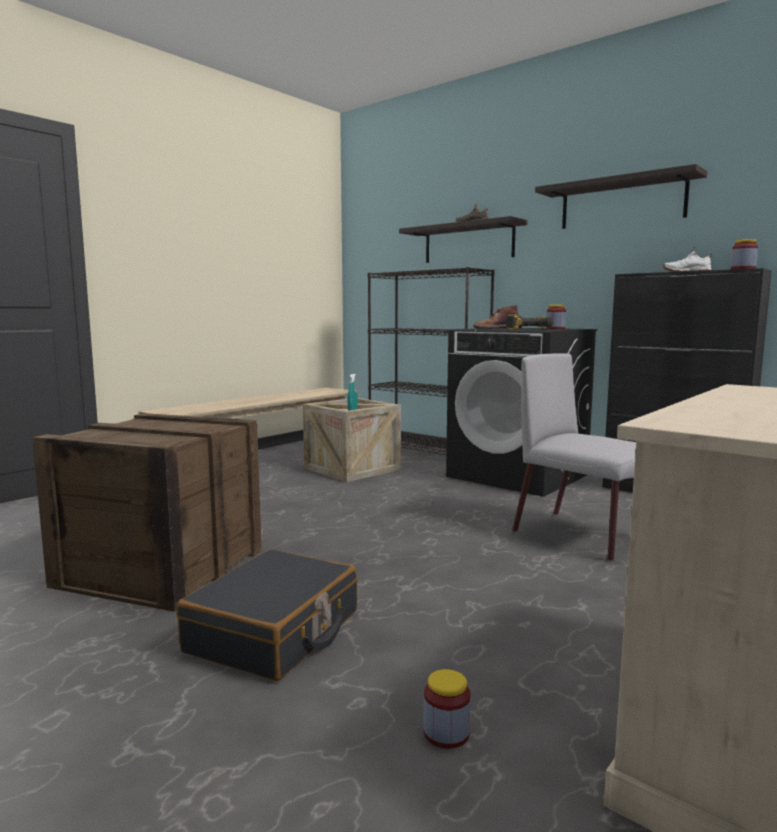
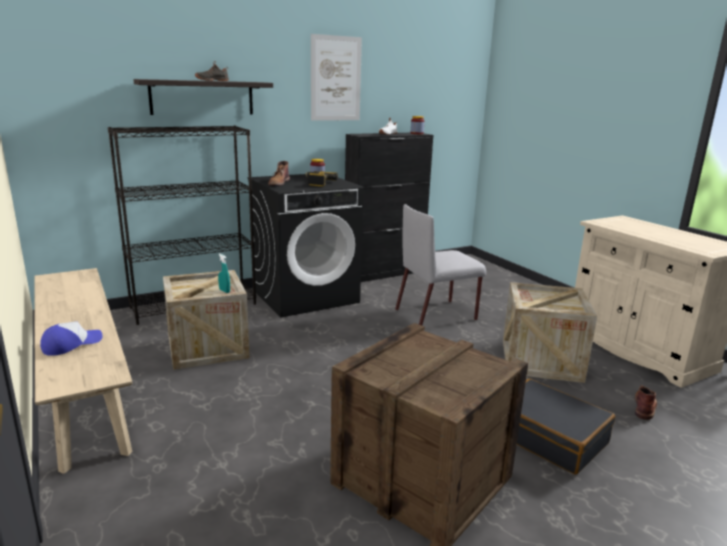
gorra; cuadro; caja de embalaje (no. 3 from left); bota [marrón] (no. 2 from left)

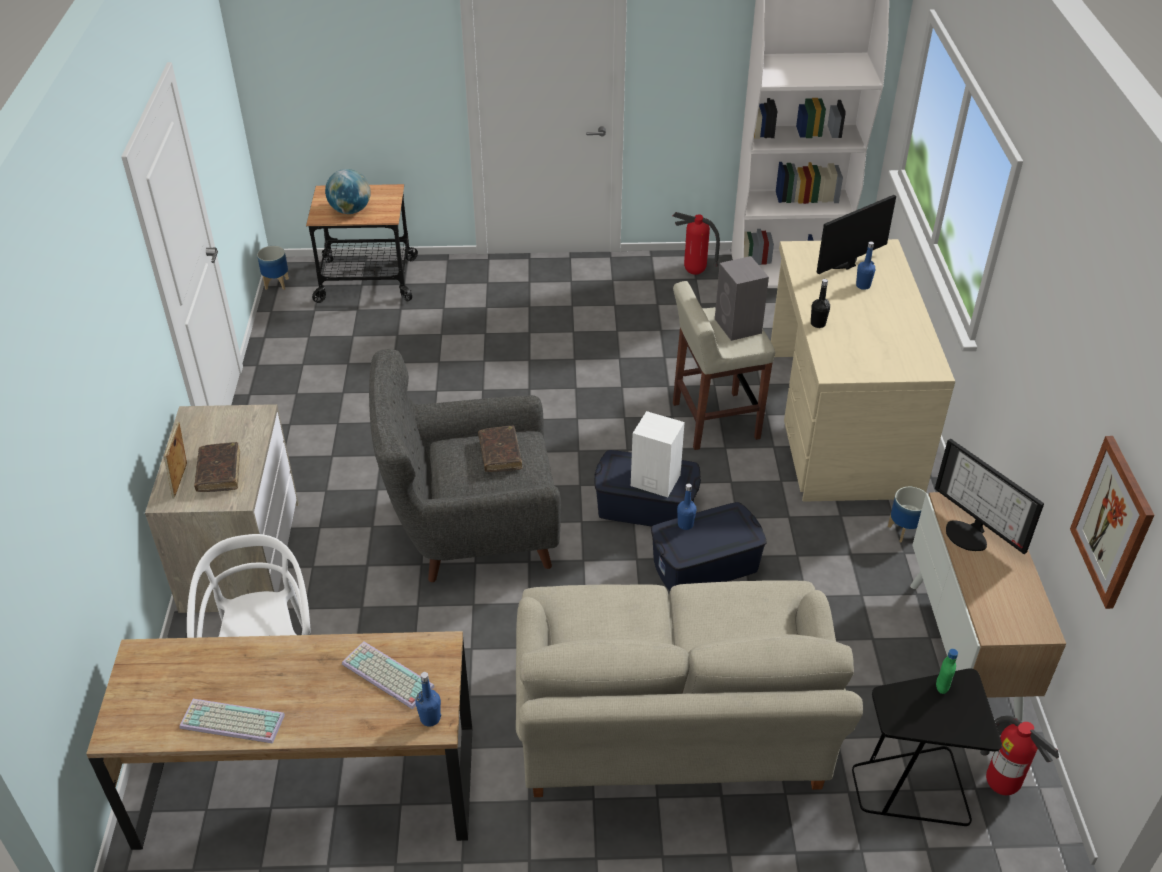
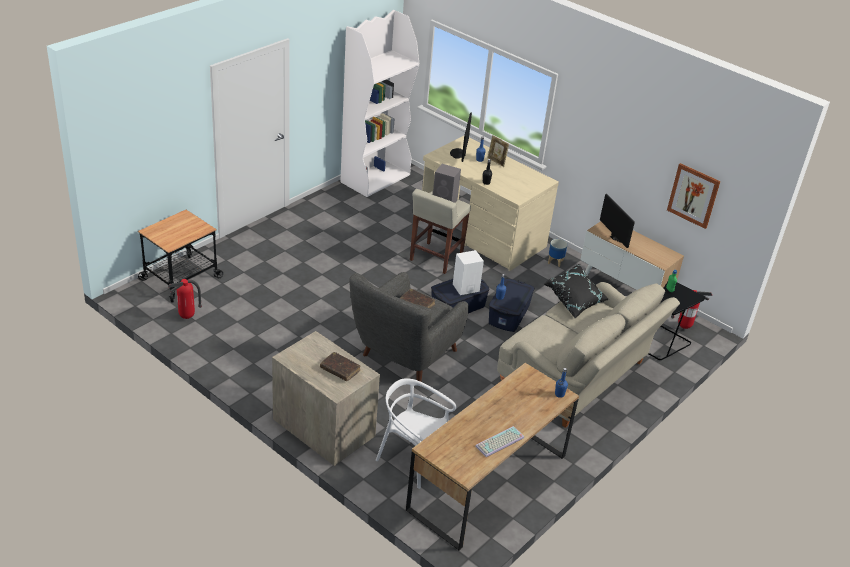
extintor (no. 1 from left); portarretratos; cojín [negro]; monitor (no. 2 from left); maceta (no. 1 from left in the first image); globo terráqueo; teclado (no. 2 from left in the first image)

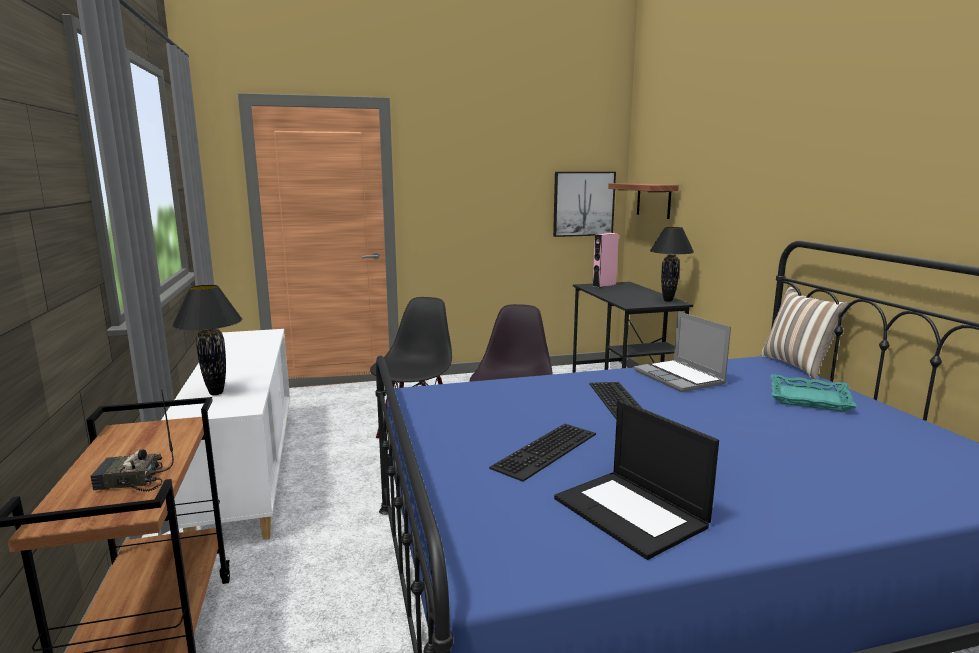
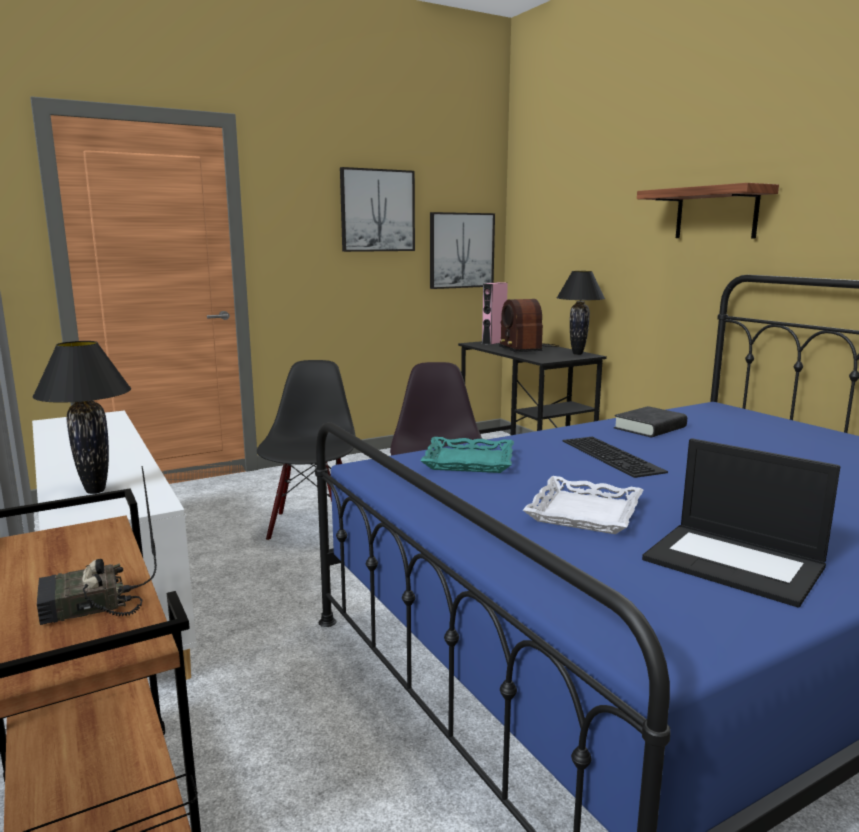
cuadro (no. 1 from left); bandeja [turquesa]; radio (no. 2 from left); bandeja [blanco]; libro [negro]; estante; cojín

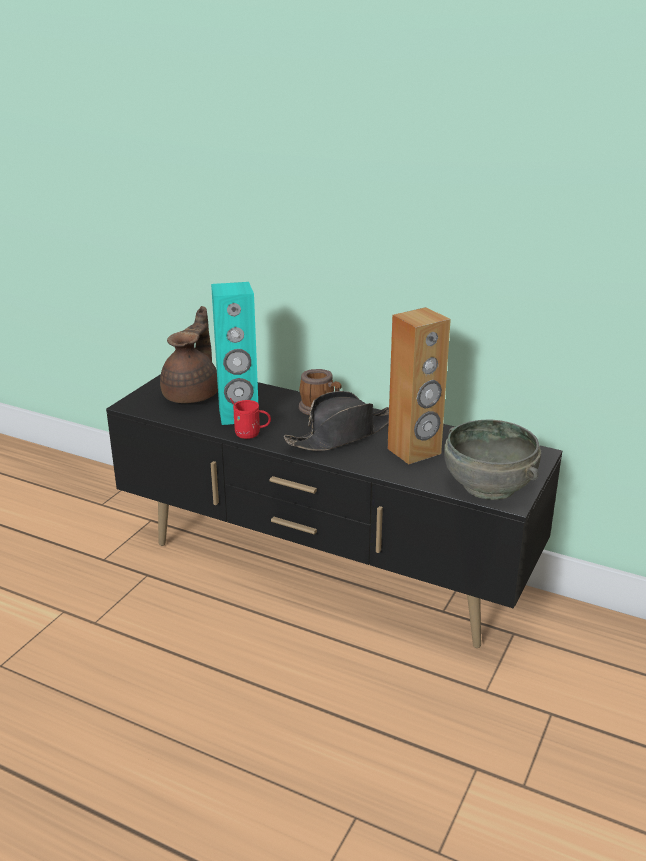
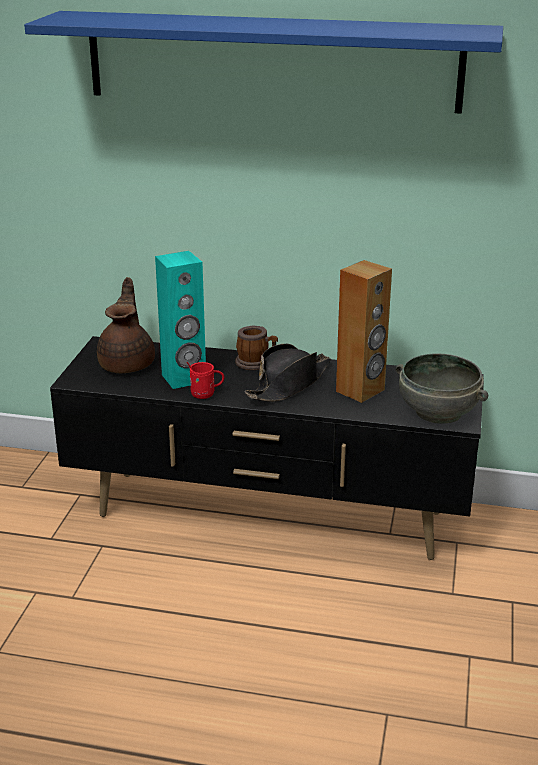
estante [azul]

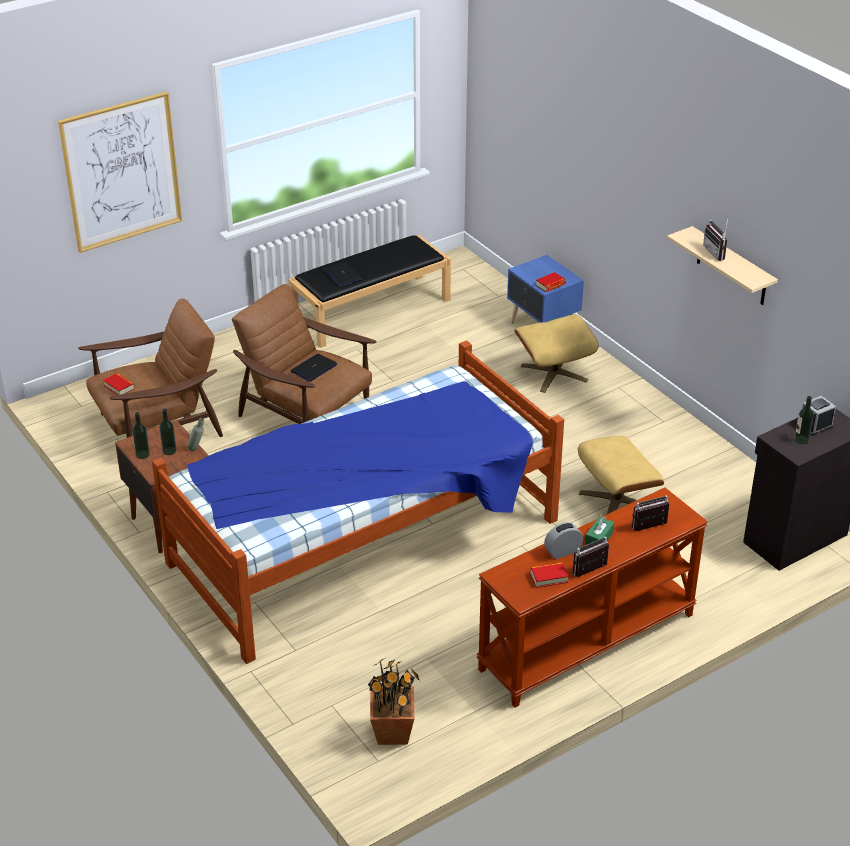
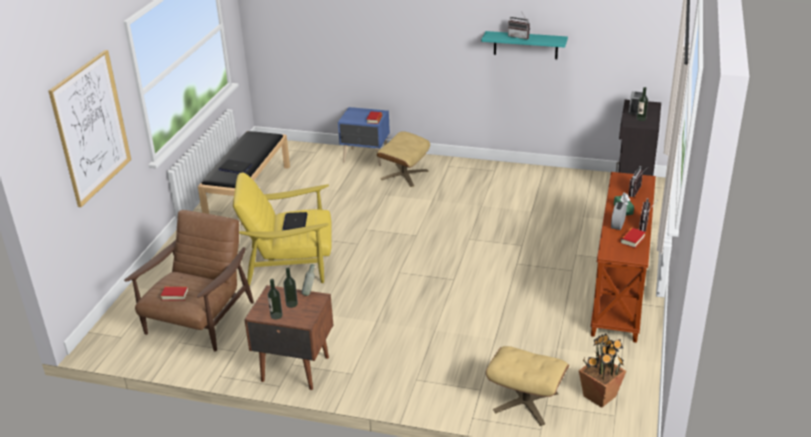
sillón [amarillo]; estante [turquesa]; puf [beis] (no. 2 from left); cama

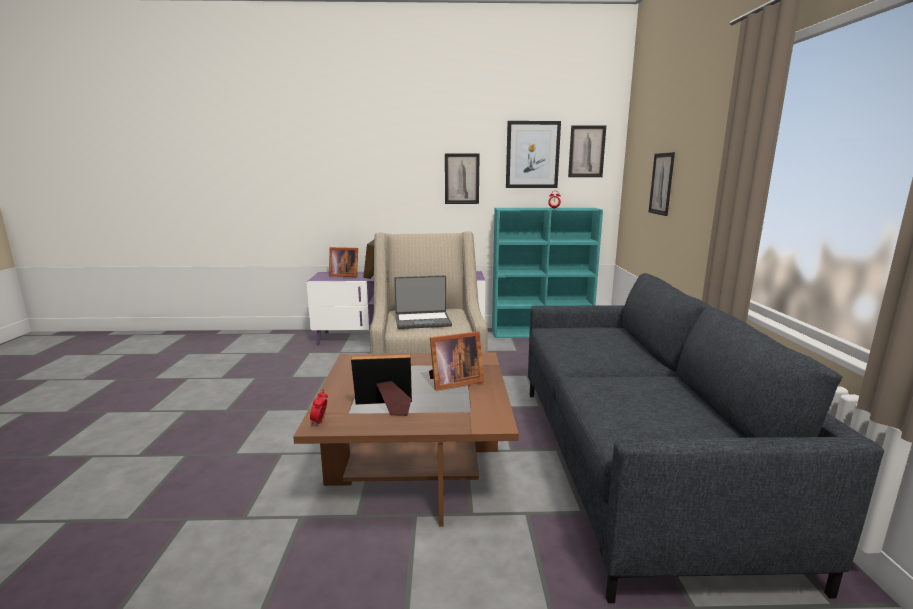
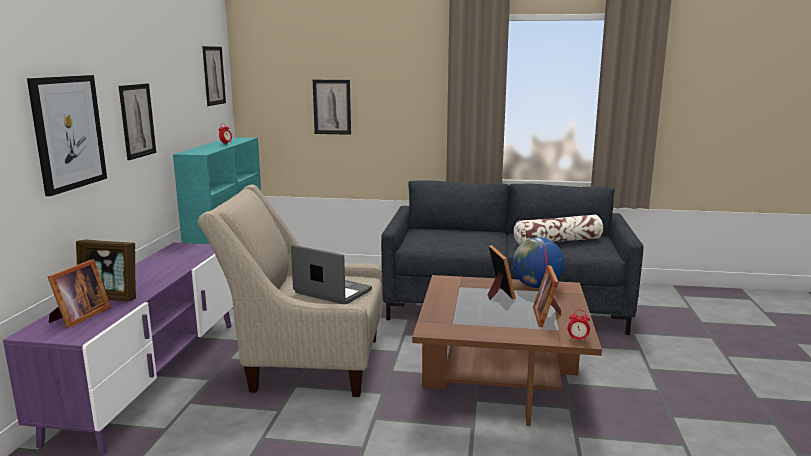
cuadro (no. 1 from left); portátil; globo terráqueo; cojín

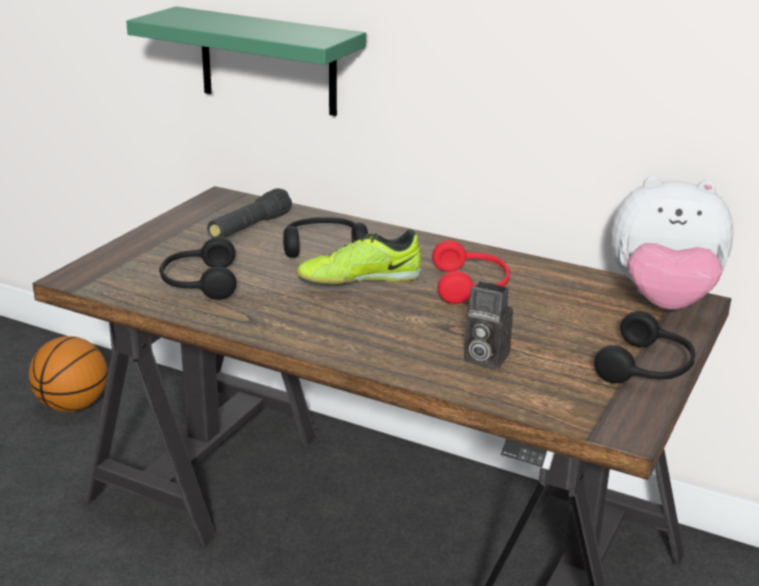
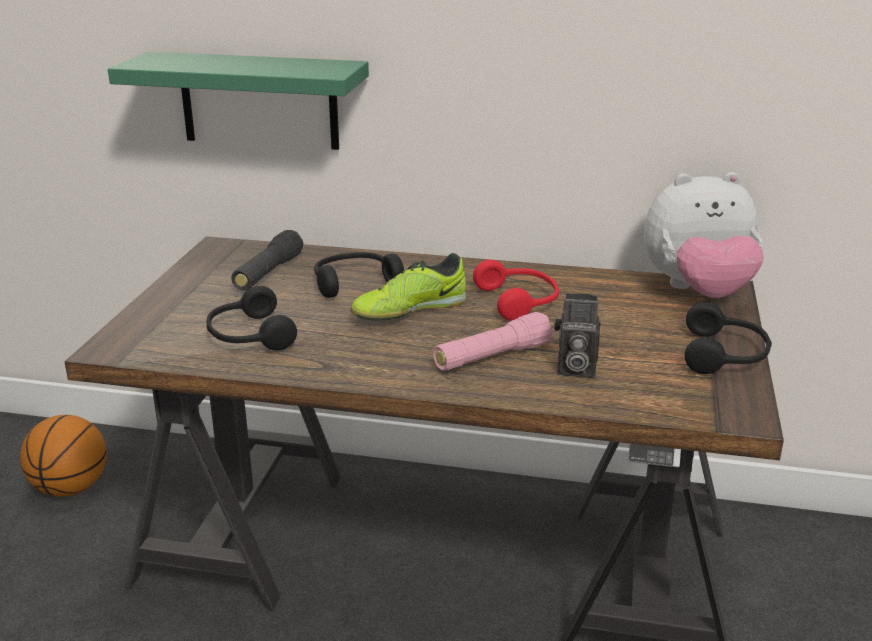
linterna [rosa]

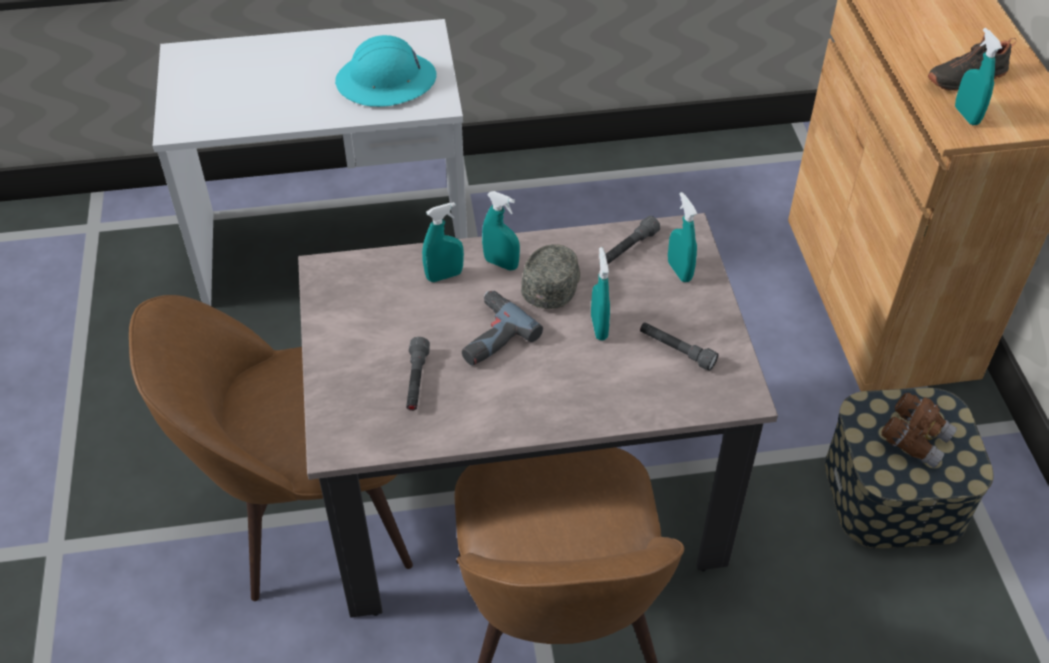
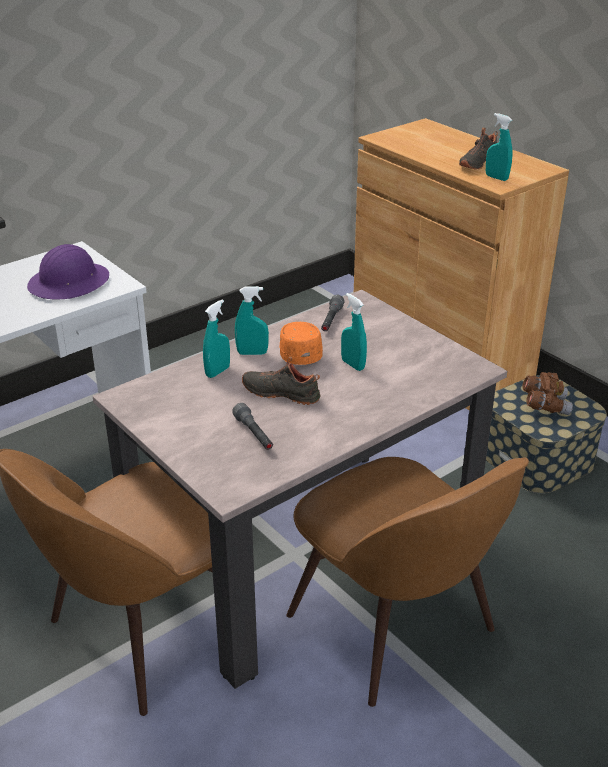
casco [morado]; zapato [negro] (no. 1 from left); gorra [naranja]; linterna [gris] (no. 3 from left in the first image); pulverizador [turquesa] (no. 4 from left in the first image)

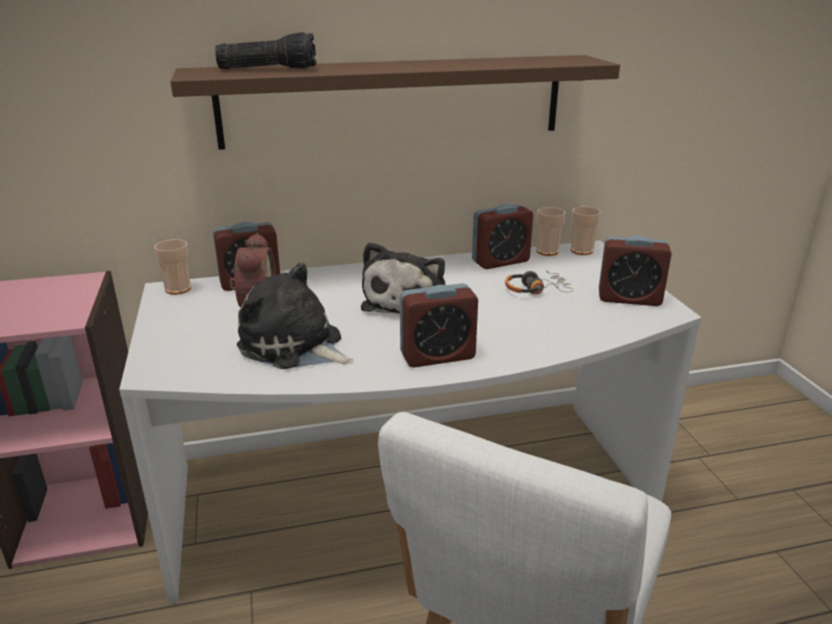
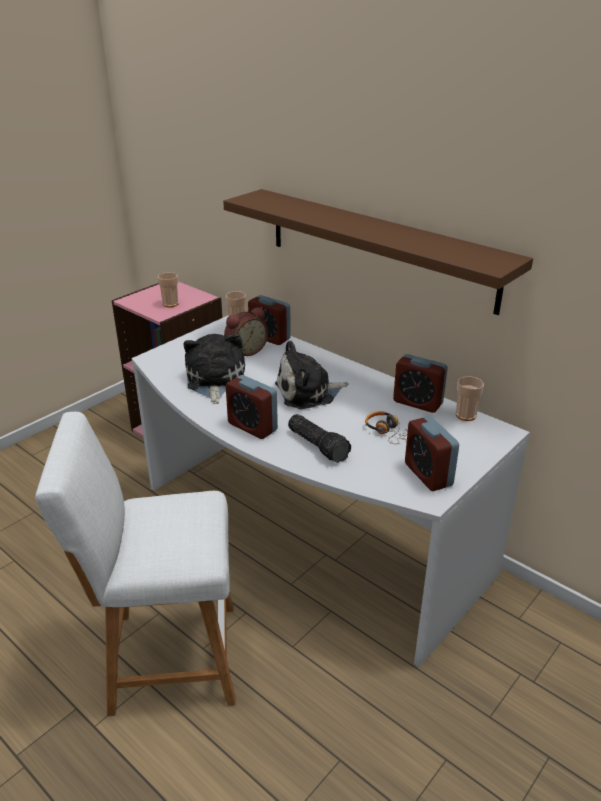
taza (no. 1 from left); linterna

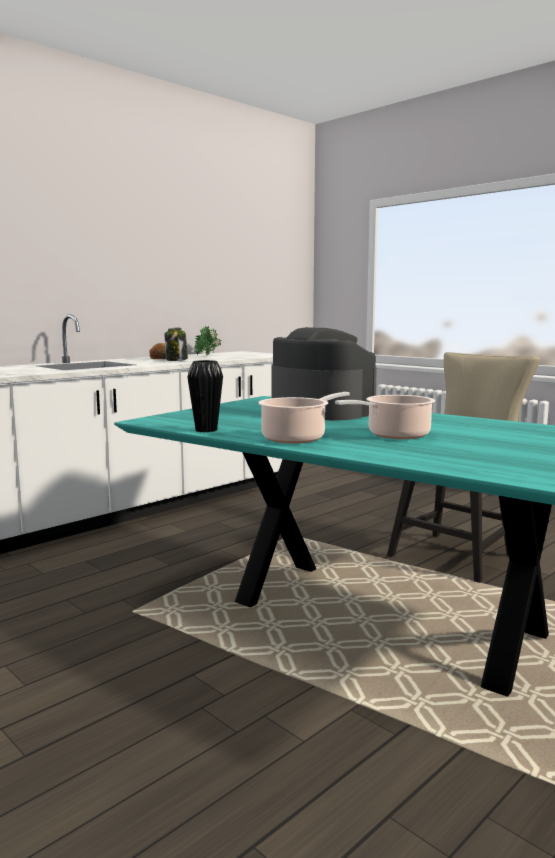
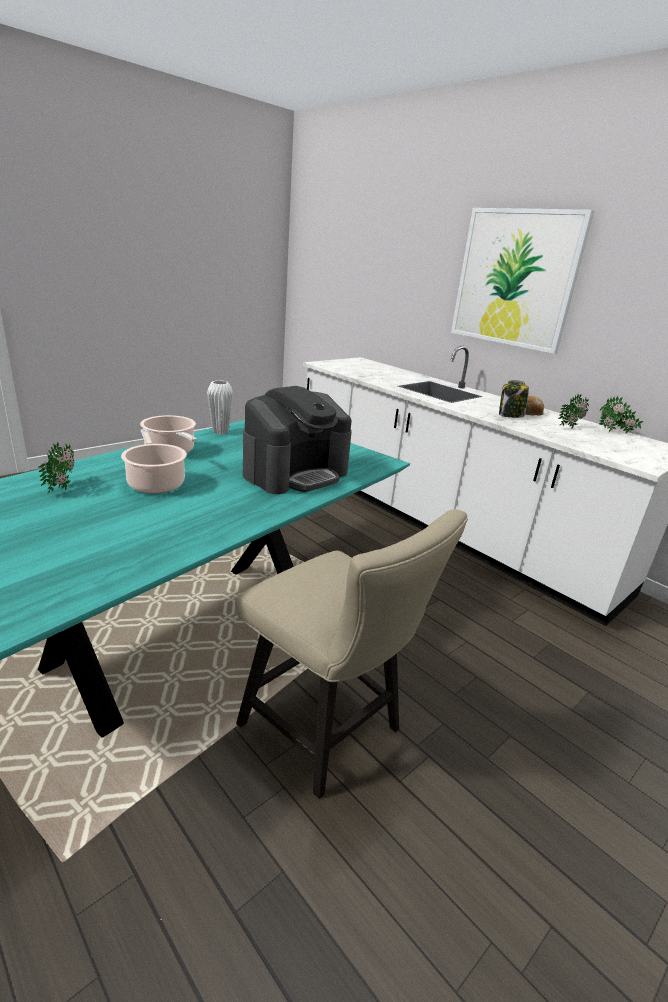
planta en maceta (no. 1 from left); florero [blanco]; cuadro

